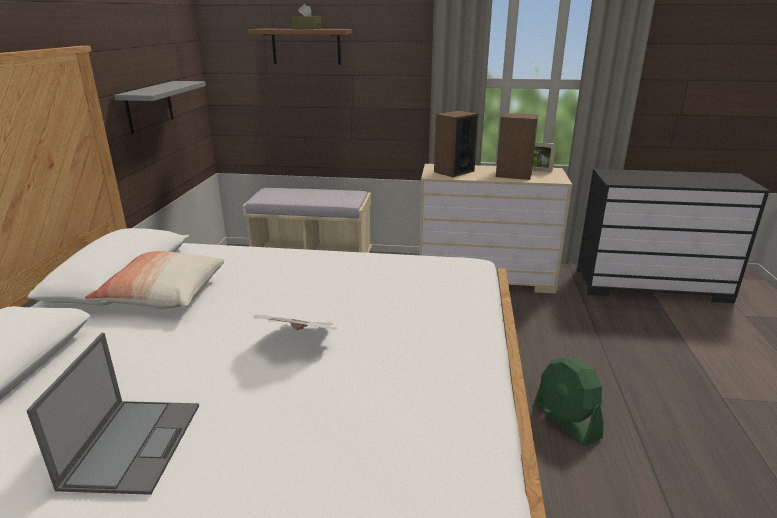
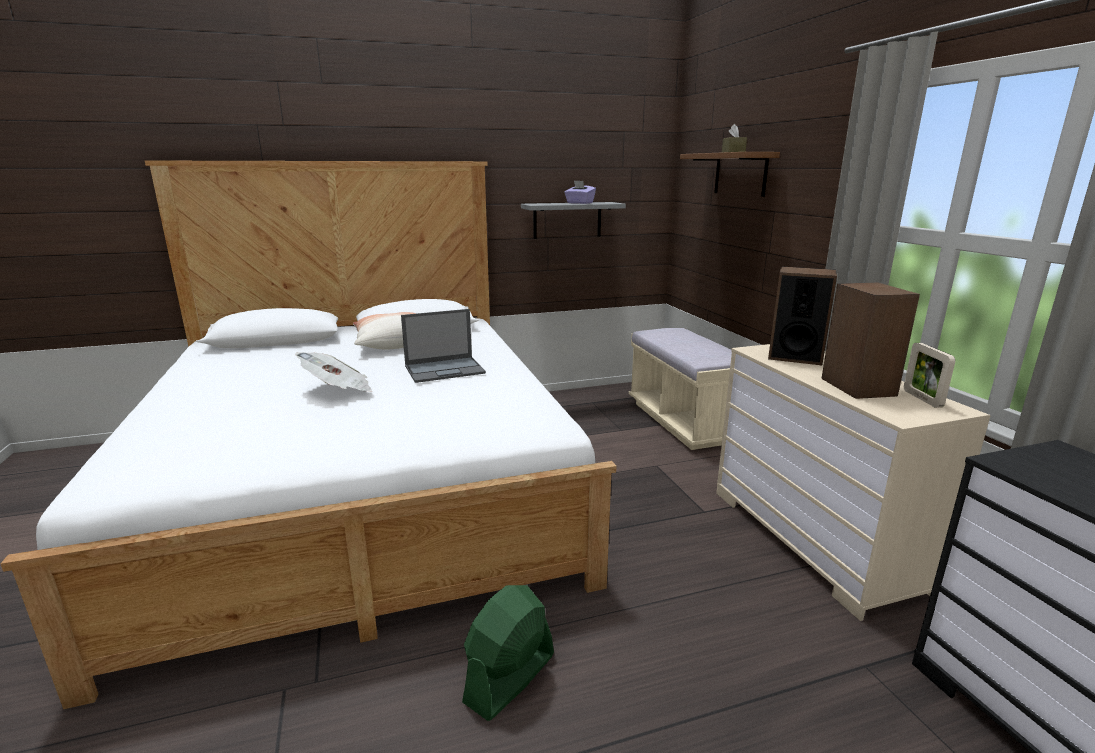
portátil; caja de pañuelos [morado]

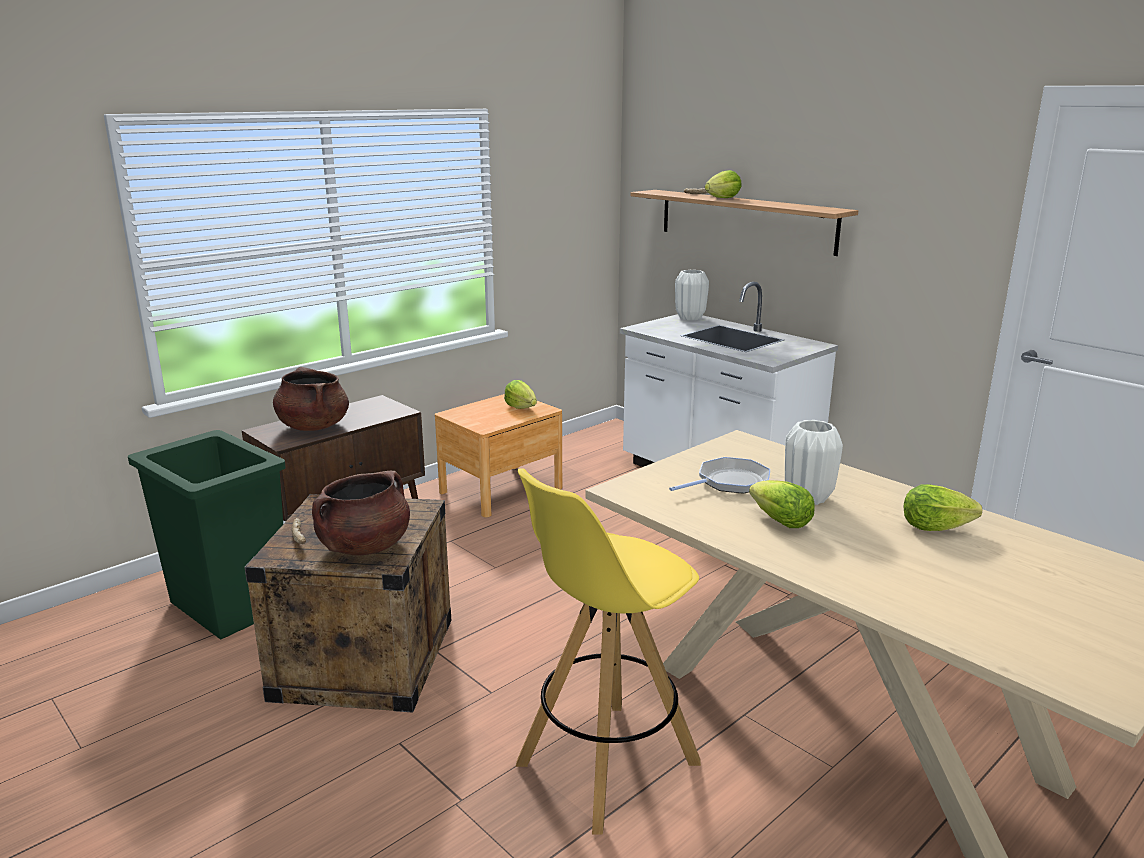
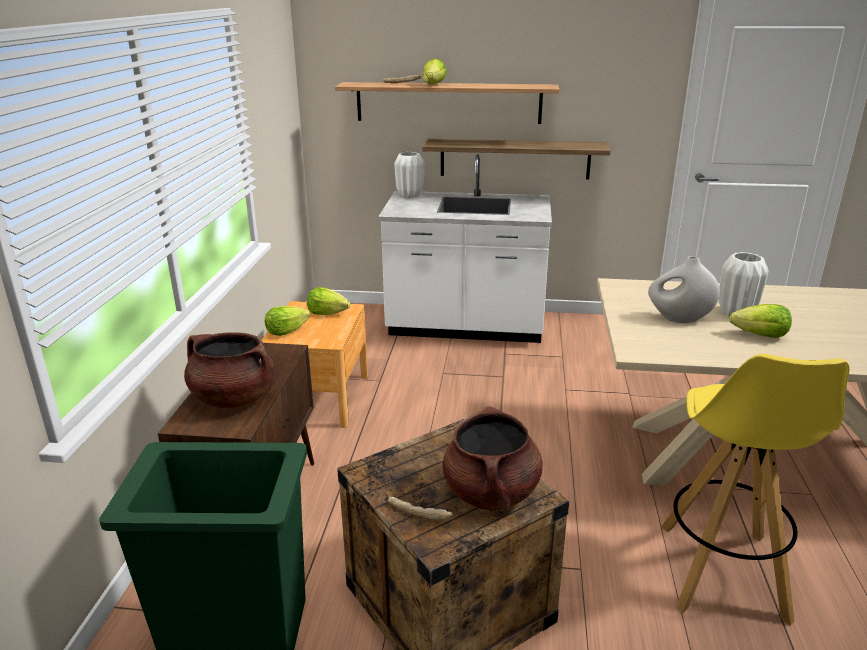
lechuga (no. 1 from left); estante (no. 2 from left); florero [blanco] (no. 2 from left)

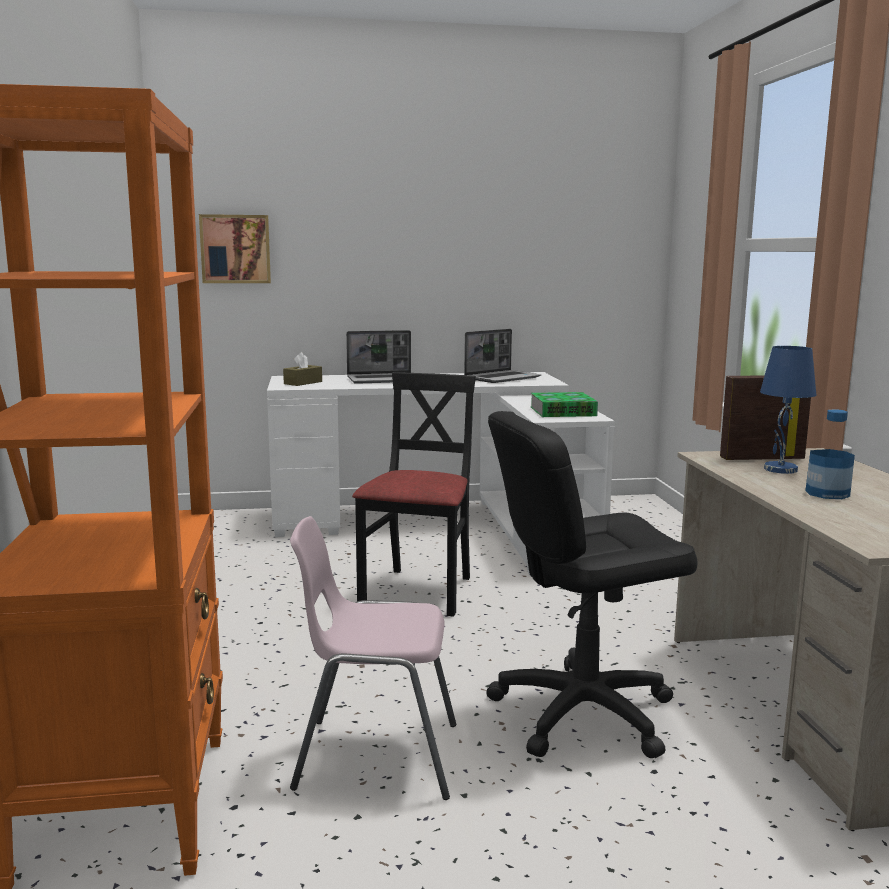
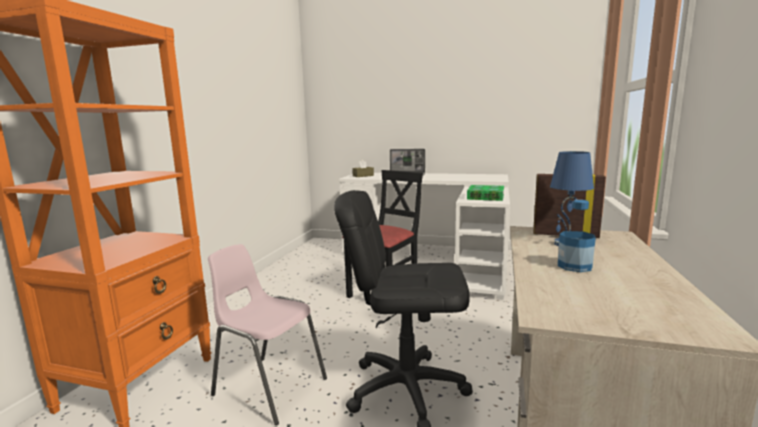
cuadro; portátil (no. 2 from left in the first image)

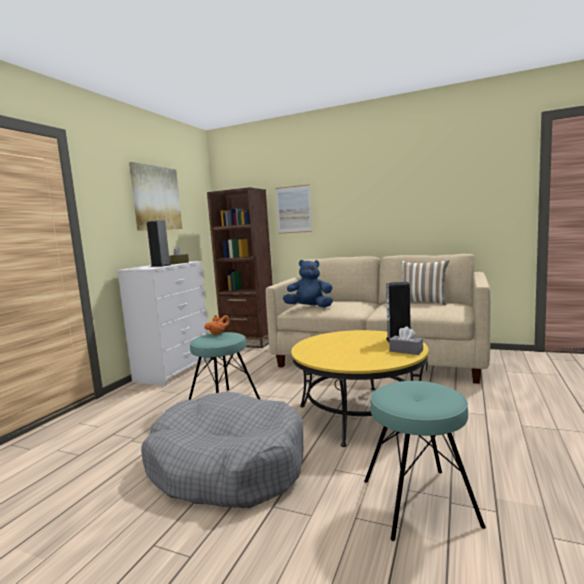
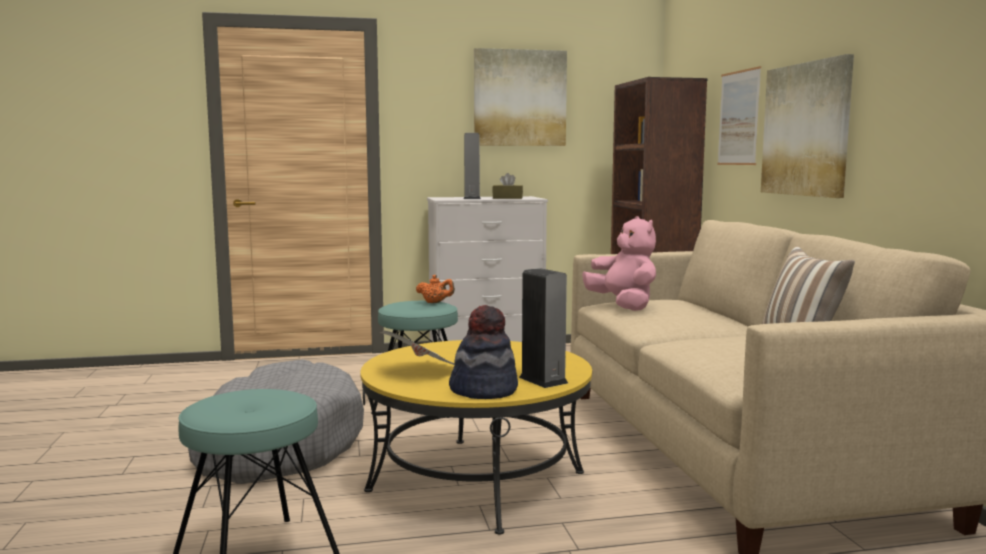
periódico; sombrero; peluche [rosa]; cuadro (no. 3 from left)

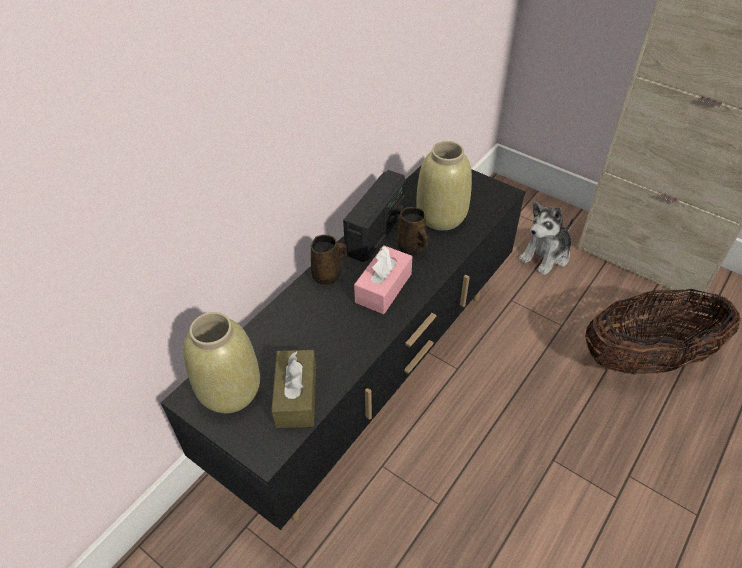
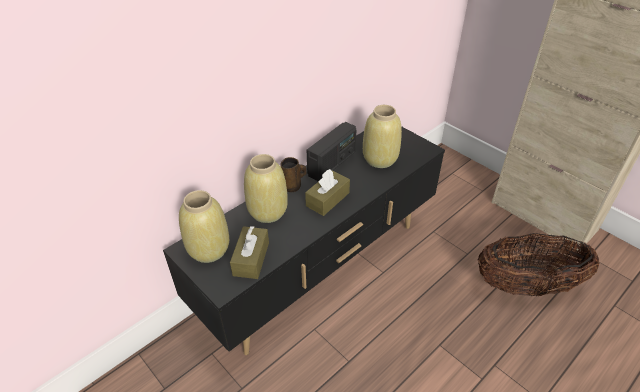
florero [beis] (no. 2 from left); caja de pañuelos [marrón] (no. 2 from left); taza grande [marrón] (no. 2 from left in the first image); peluche

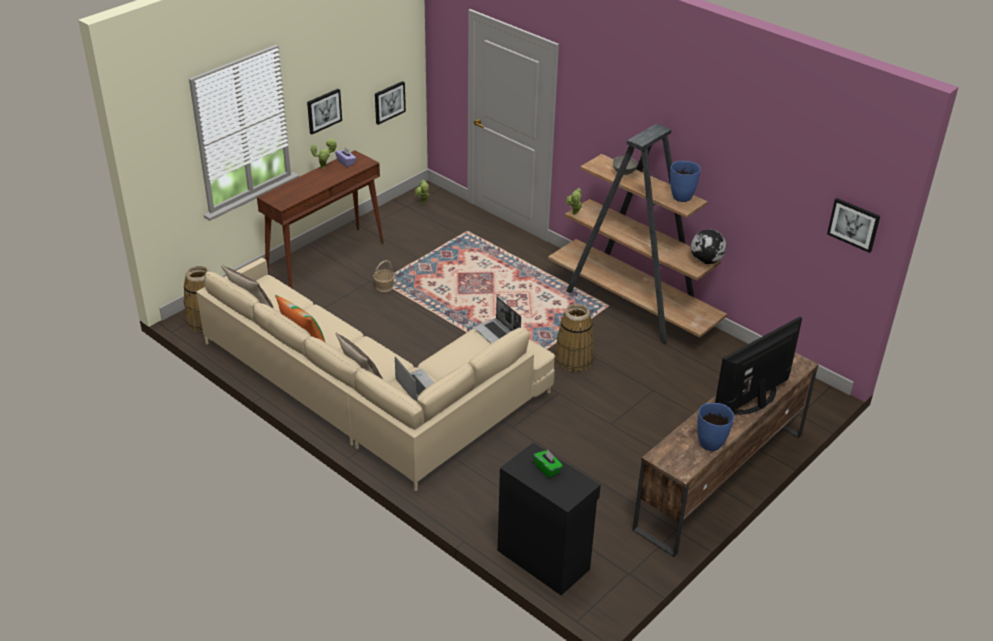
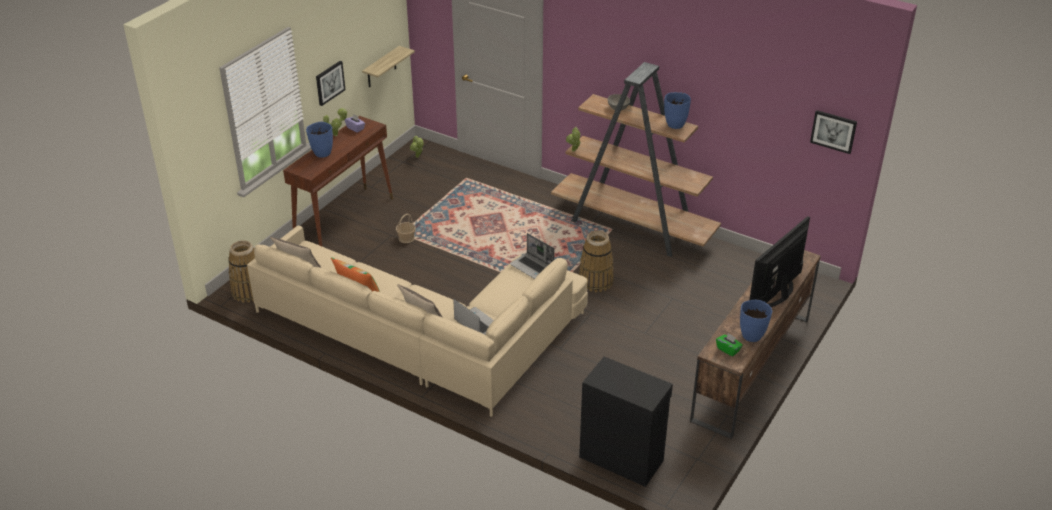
florero [azul] (no. 1 from left); estante; caja de pañuelos [verde]; globo terráqueo

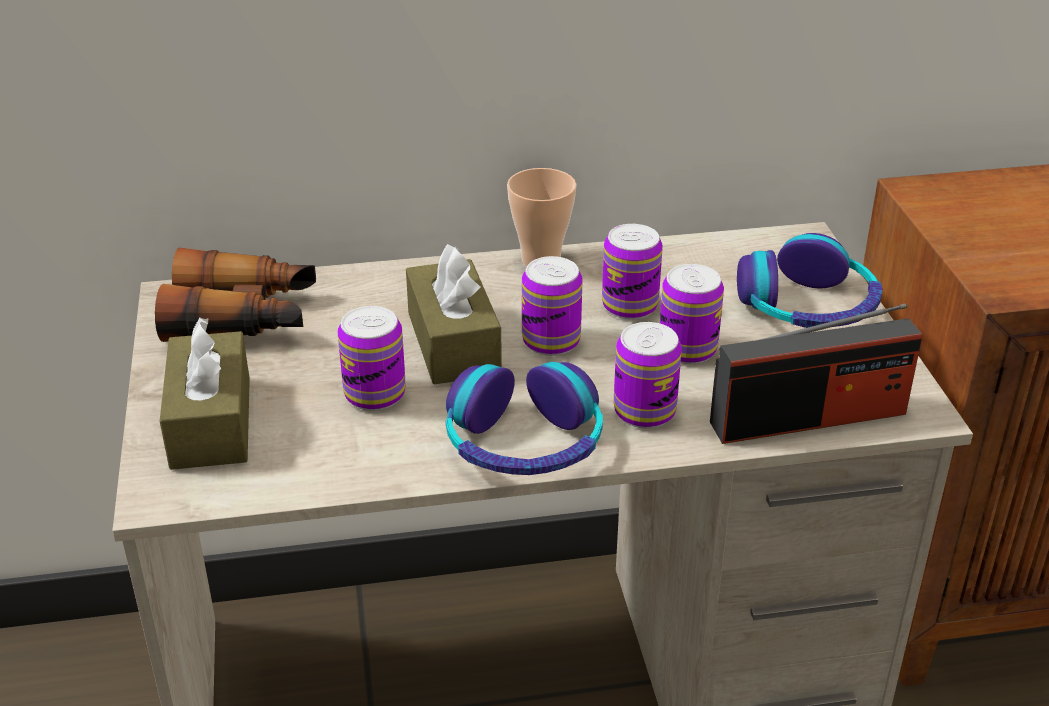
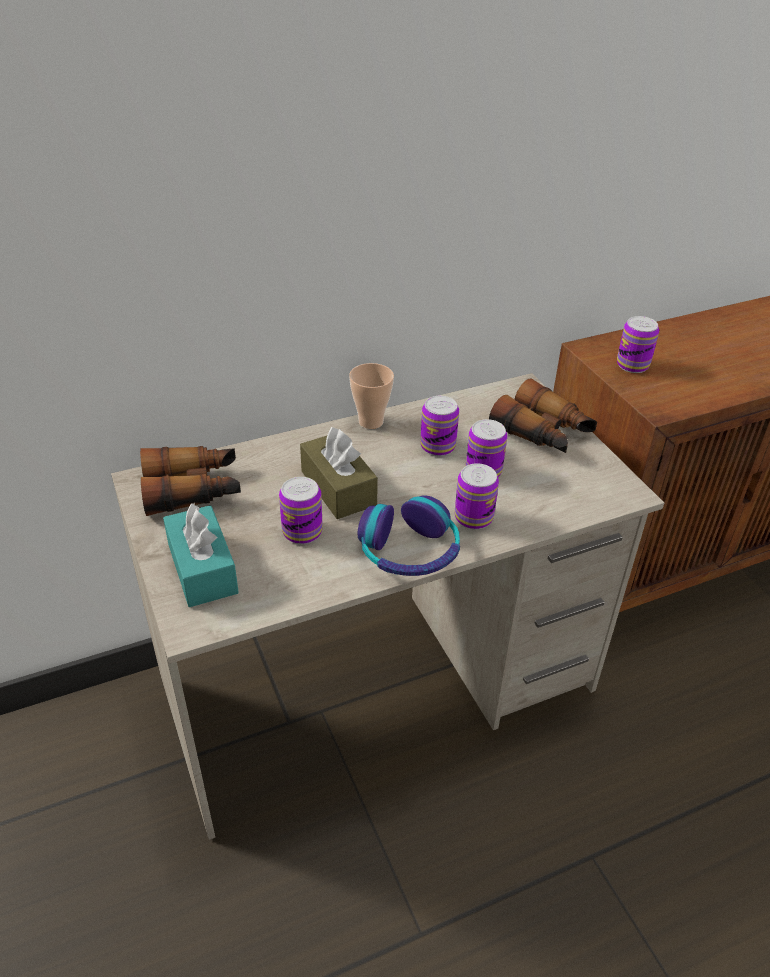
caja de pañuelos [turquesa]; prismáticos (no. 2 from left); lata (no. 5 from left); radio

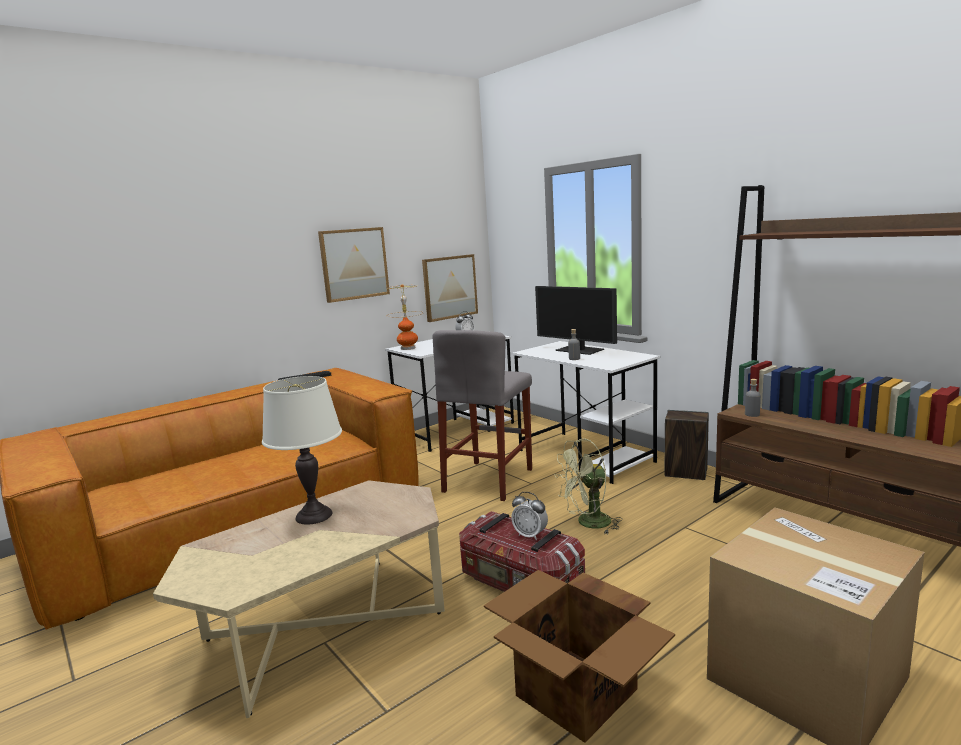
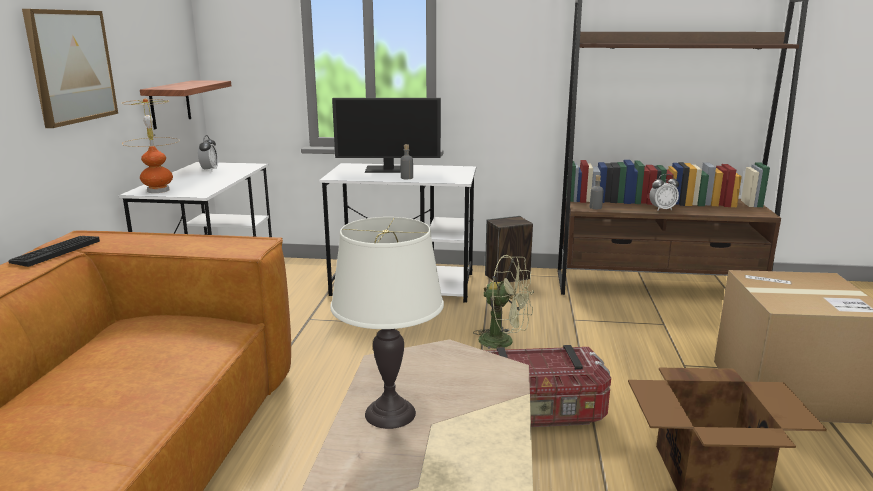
estante; ventilador [verde]; despertador (no. 2 from left); taburete [gris]

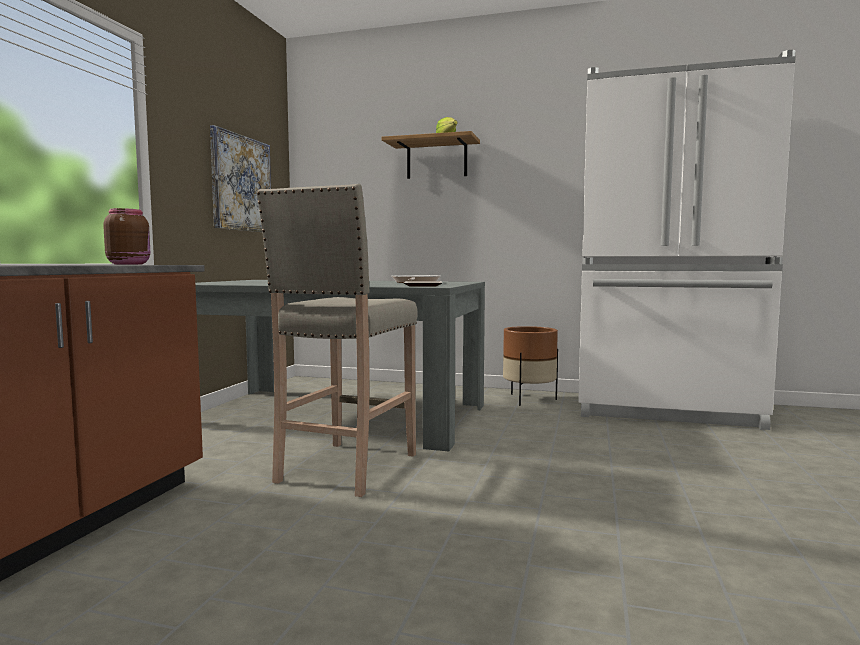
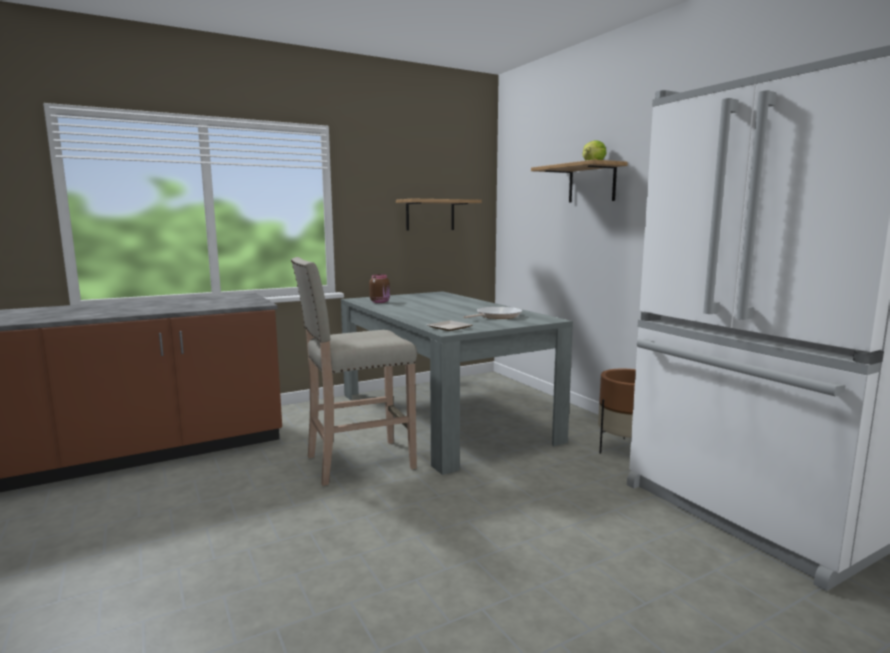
tarro [marrón]; estante (no. 1 from left)

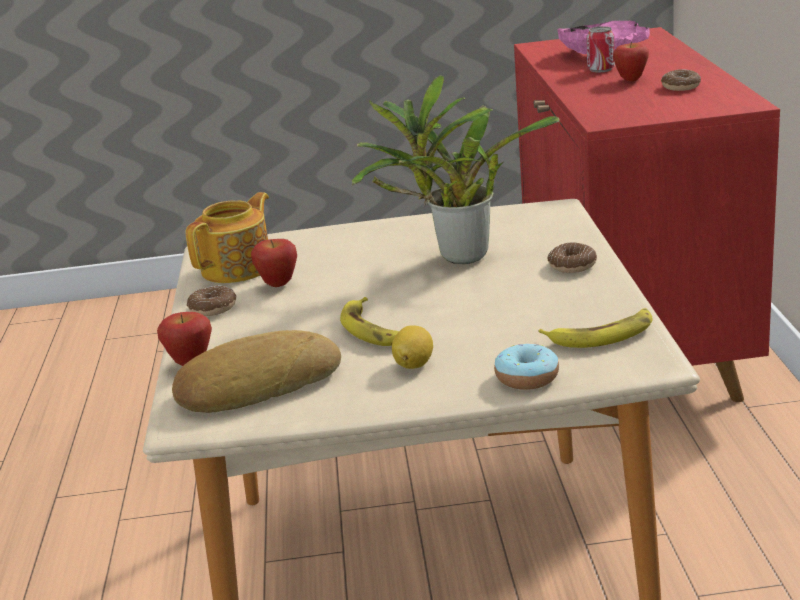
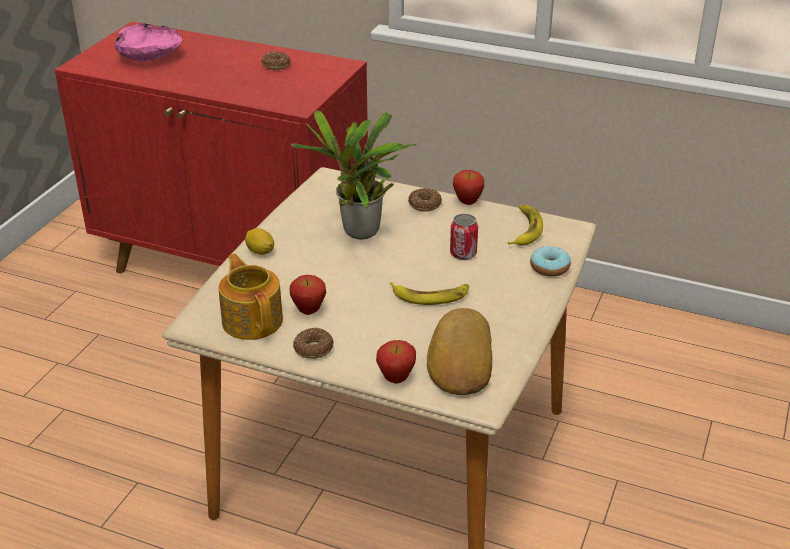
limón; lata; manzana (no. 3 from left)

